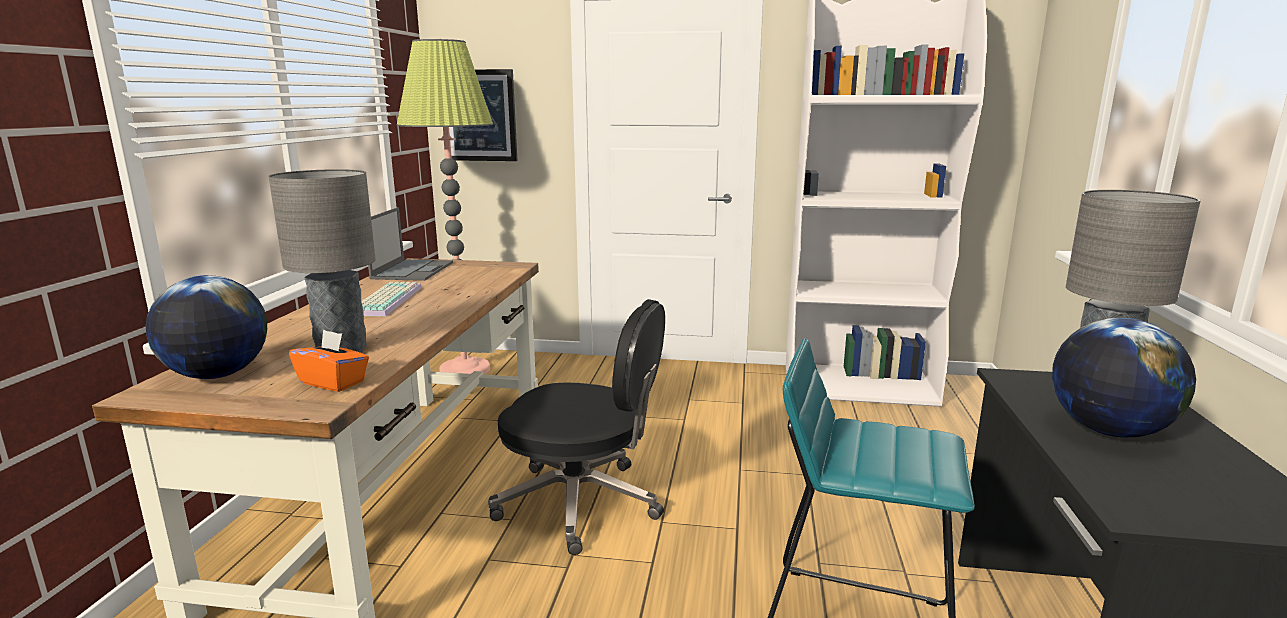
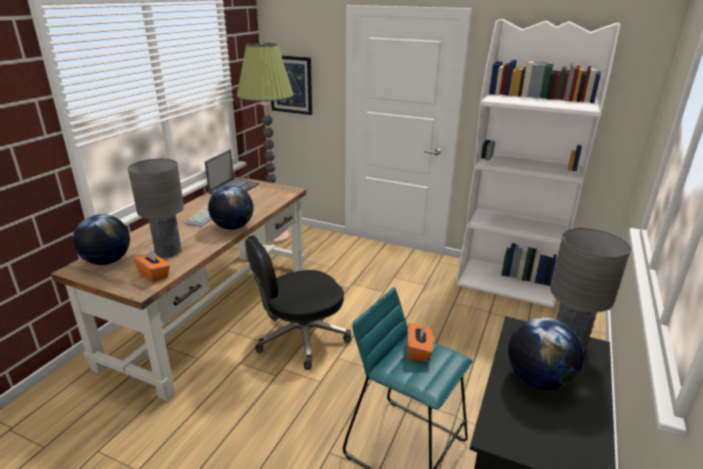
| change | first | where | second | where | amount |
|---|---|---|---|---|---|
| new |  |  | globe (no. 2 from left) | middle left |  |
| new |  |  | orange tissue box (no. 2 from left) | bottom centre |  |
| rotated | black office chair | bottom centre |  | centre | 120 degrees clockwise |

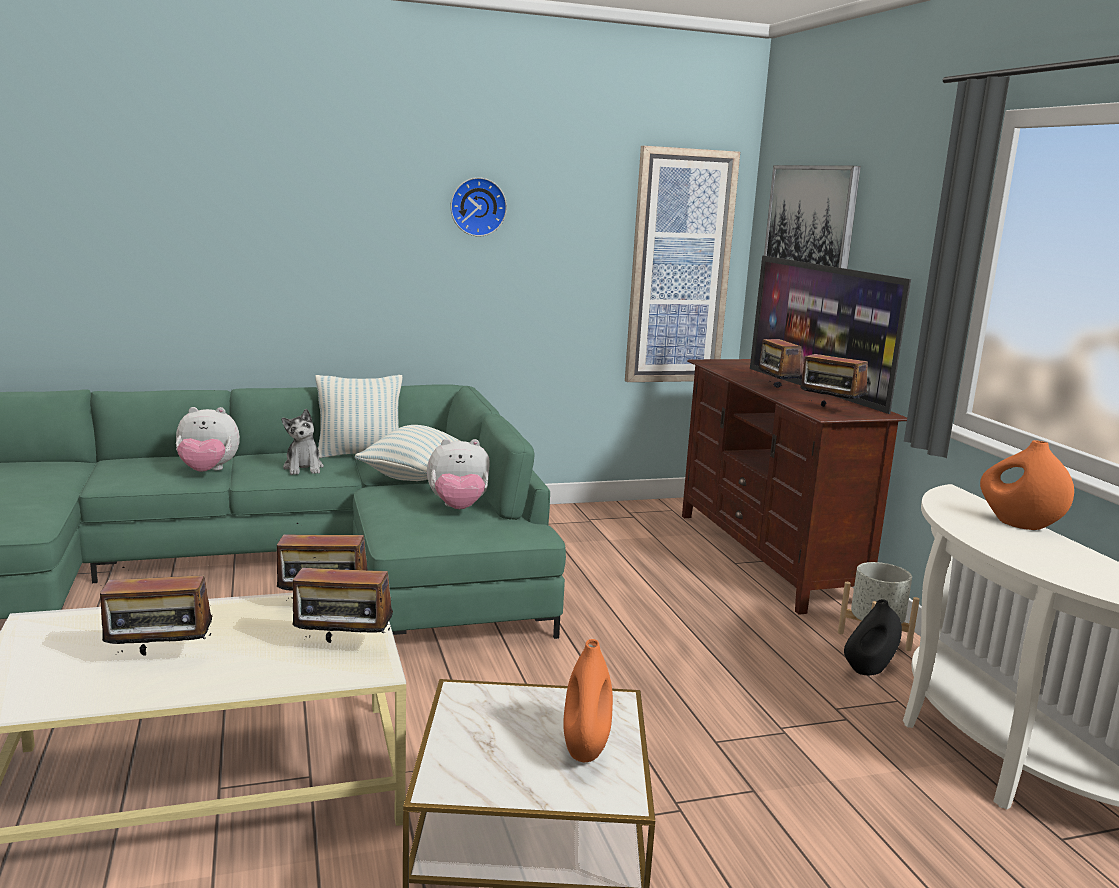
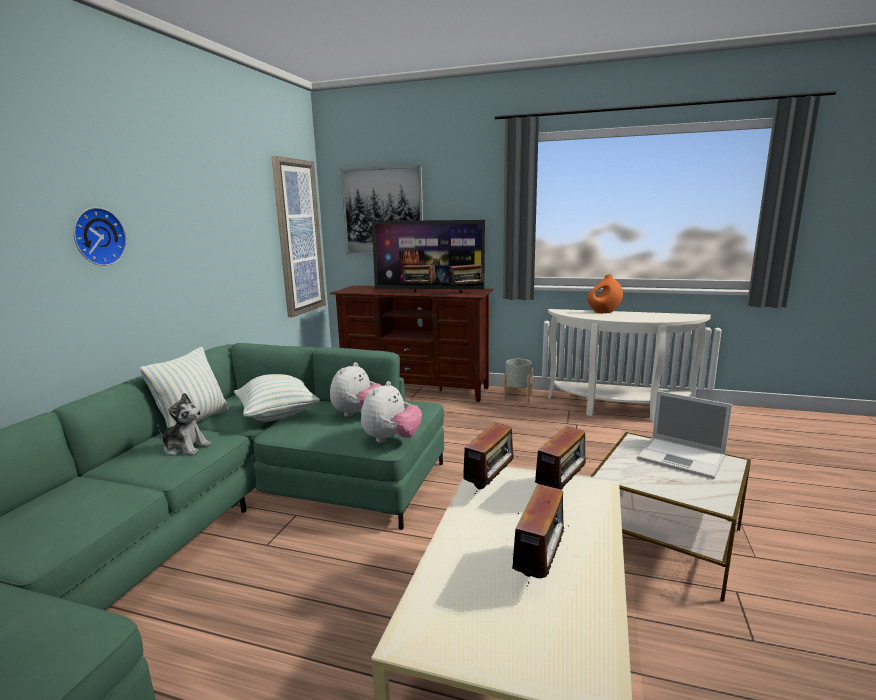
| change | first | where | second | where | amount |
|---|---|---|---|---|---|
| gone | black vase | bottom right |  |  |  |
| shifted | plush toy (no. 1 from left in the first image) | middle left | plush toy (no. 3 from left) | centre |  |
| shifted | wall clock | top centre |  | middle left |  |
| swapped | orange vase (no. 1 from left) | bottom centre | laptop | middle right |  |

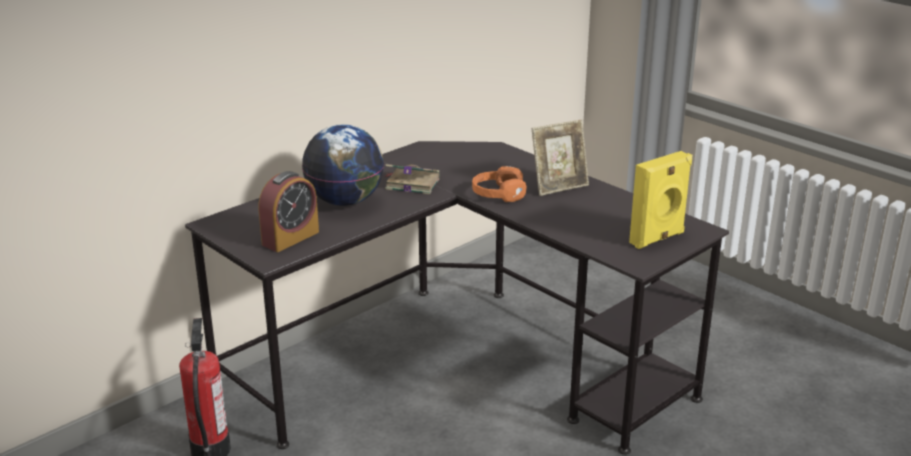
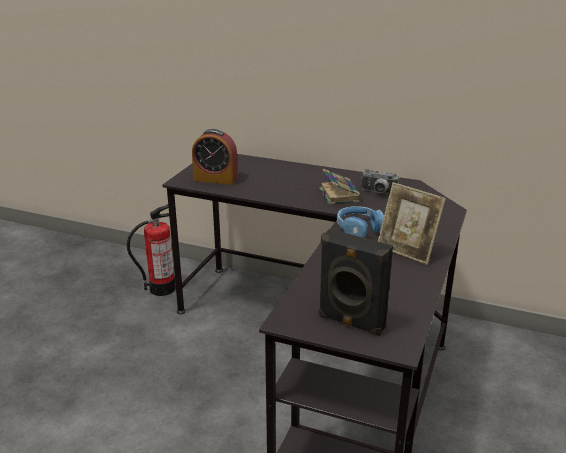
| change | first | where | second | where | amount |
|---|---|---|---|---|---|
| gone | globe | centre |  |  |  |
| new |  |  | photo camera | middle right |  |
| repainted | orange headphones | centre | blue headphones | centre |  |
| repainted | yellow speaker | middle right | black speaker | centre |  |

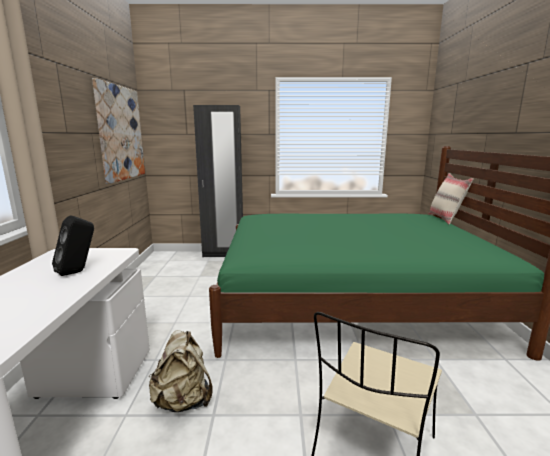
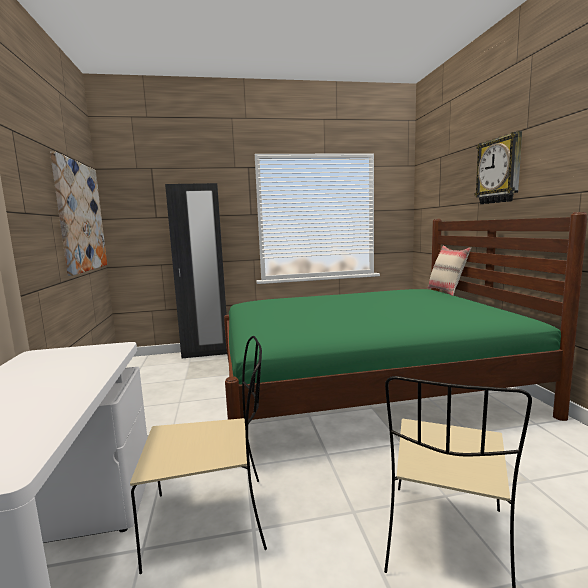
| change | first | where | second | where | amount |
|---|---|---|---|---|---|
| gone | black speaker | middle left |  |  |  |
| new |  |  | wall clock | top right |  |
| swapped | beige backpack | bottom left | beige chair (no. 1 from left) | bottom centre |  |

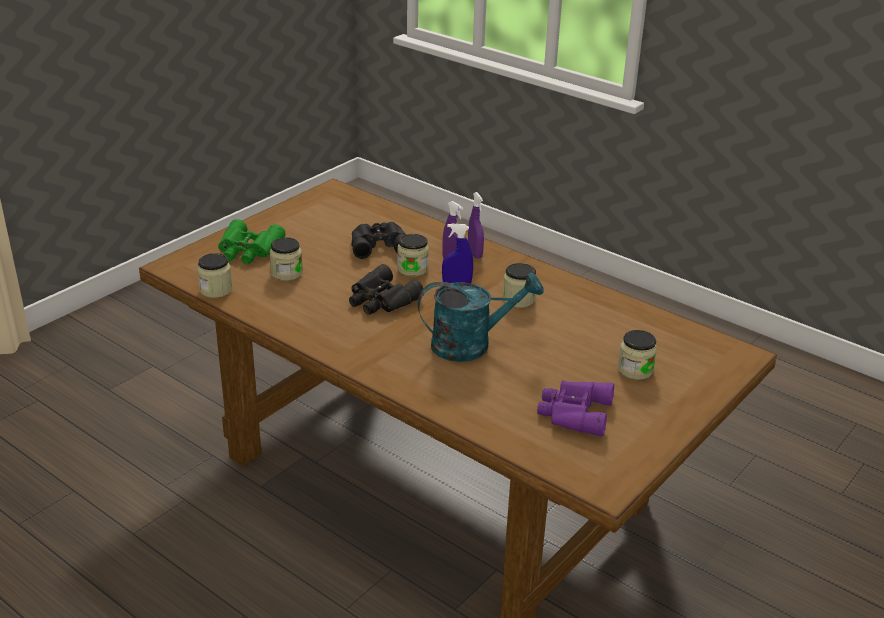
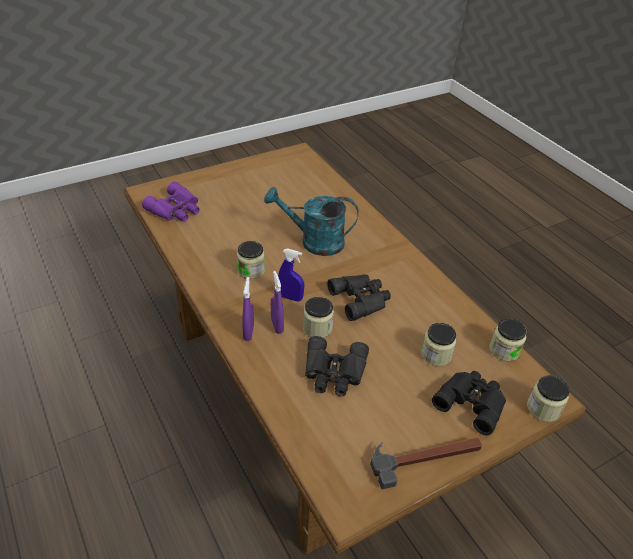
| change | first | where | second | where | amount |
|---|---|---|---|---|---|
| new |  |  | hammer | bottom right |  |
| shifted | purple binoculars | centre |  | middle left |  |
| shifted | jar (no. 5 from left) | middle right |  | bottom right |  |
| repainted | green binoculars | middle left | black binoculars (no. 3 from left) | bottom right |  |

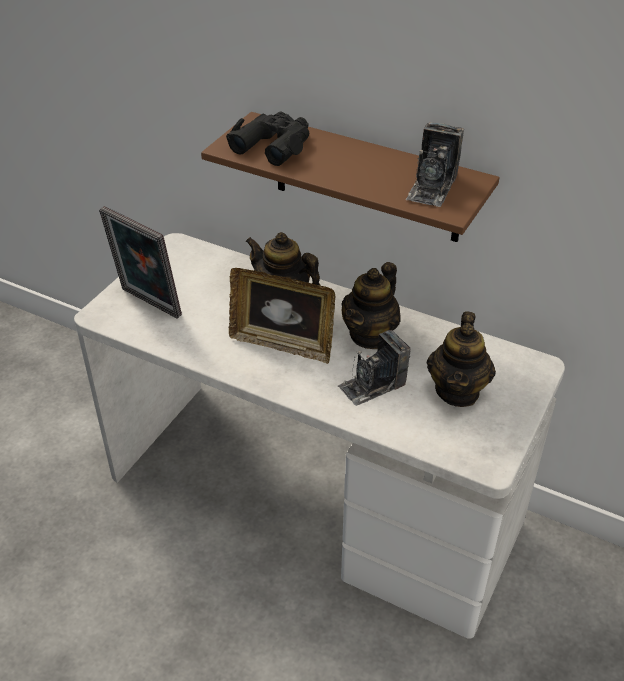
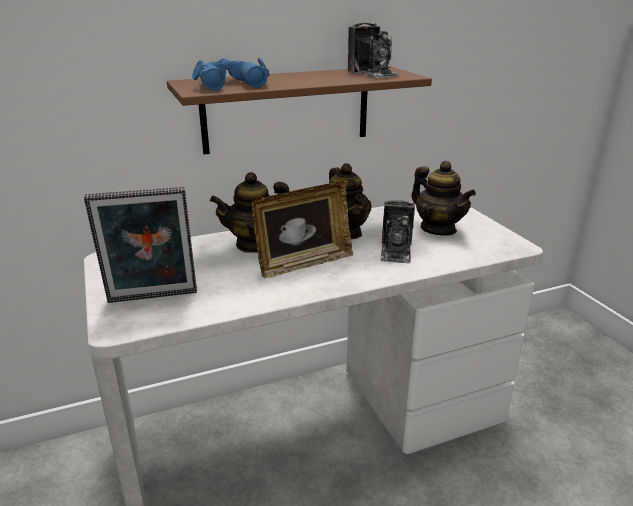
| change | first | where | second | where | amount |
|---|---|---|---|---|---|
| repainted | black binoculars | top centre | blue binoculars | top centre |  |

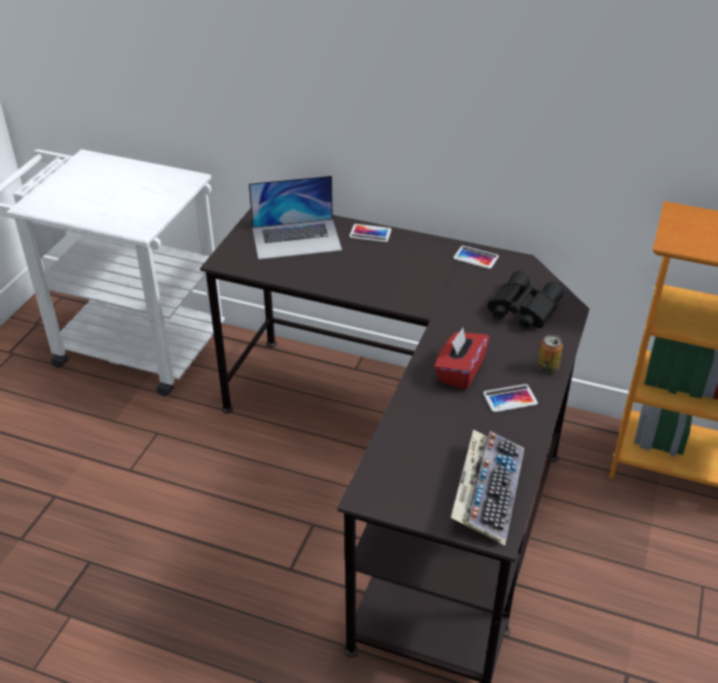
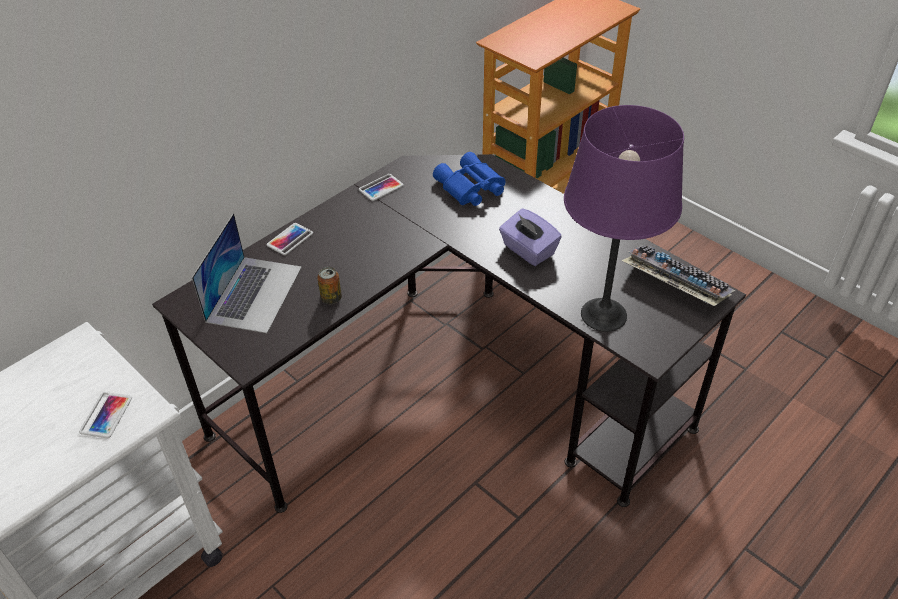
| change | first | where | second | where | amount |
|---|---|---|---|---|---|
| new |  |  | purple table lamp | middle right |  |
| shifted | phone (no. 3 from left in the first image) | middle right | phone (no. 1 from left) | bottom left |  |
| shifted | can | middle right |  | centre |  |
| repainted | red tissue box | centre | purple tissue box | centre |  |
| repainted | black binoculars | middle right | blue binoculars | top centre |  |

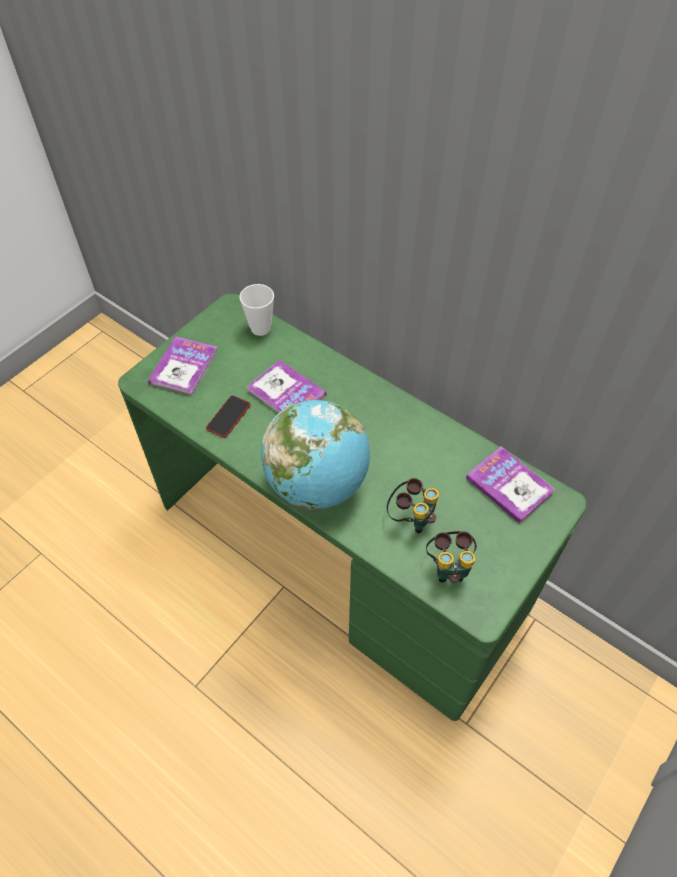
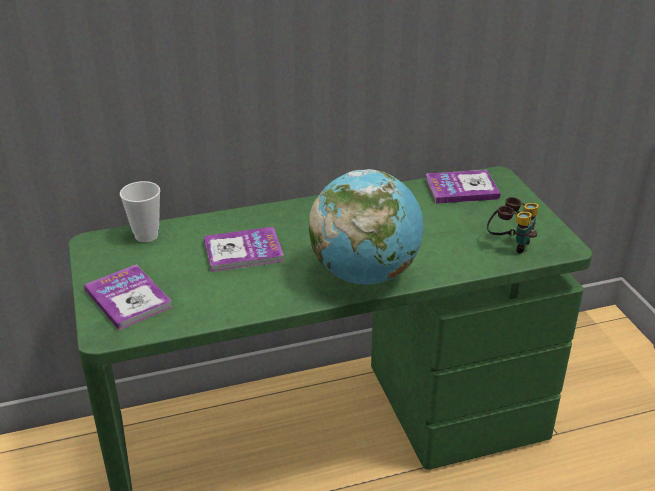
| change | first | where | second | where | amount |
|---|---|---|---|---|---|
| gone | phone | centre |  |  |  |
| gone | binoculars (no. 1 from left) | centre |  |  |  |

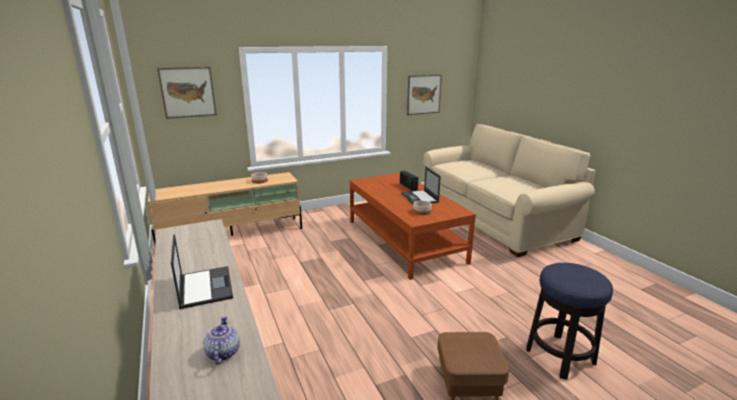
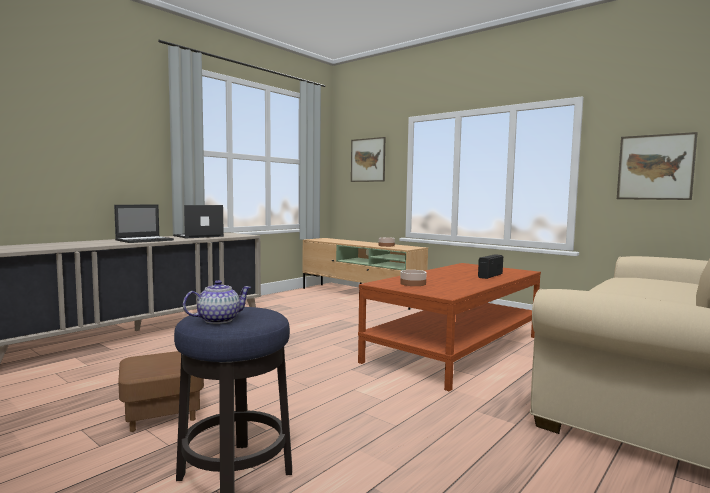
| change | first | where | second | where | amount |
|---|---|---|---|---|---|
| shifted | teapot | bottom left |  | middle left |  |
| shifted | laptop (no. 2 from left) | centre |  | middle left |  |

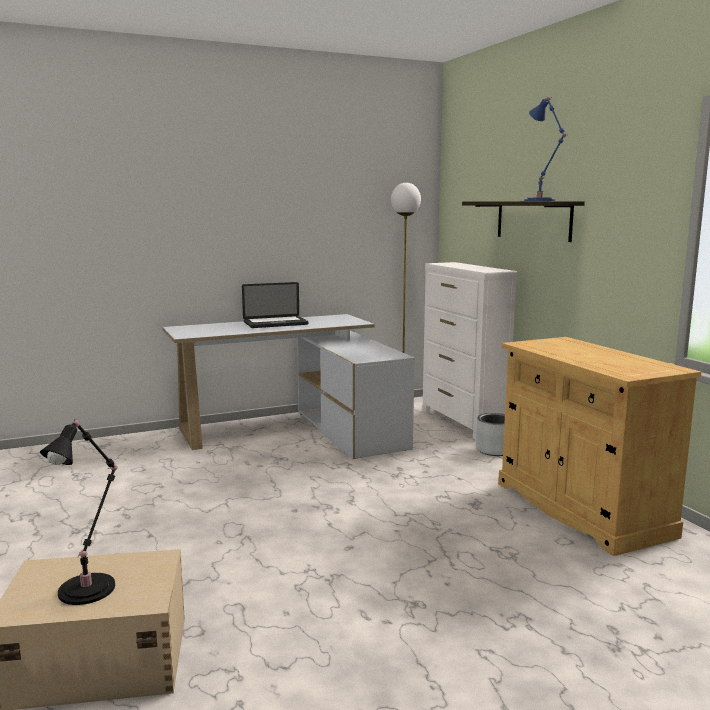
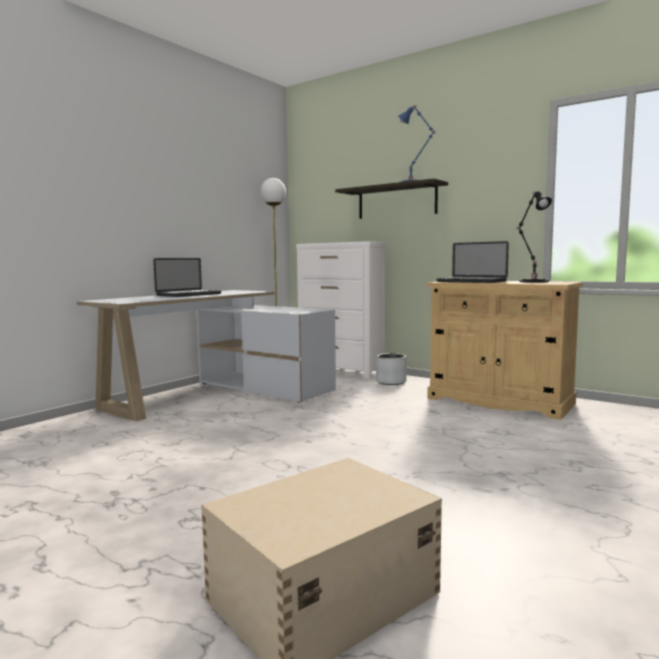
| change | first | where | second | where | amount |
|---|---|---|---|---|---|
| new |  |  | laptop (no. 2 from left) | middle right |  |
| shifted | black table lamp | bottom left |  | middle right |  |

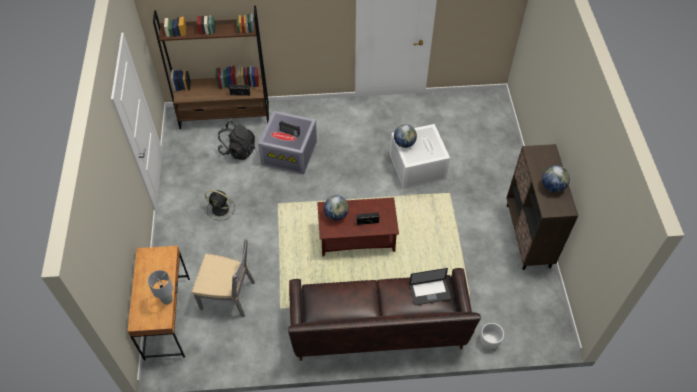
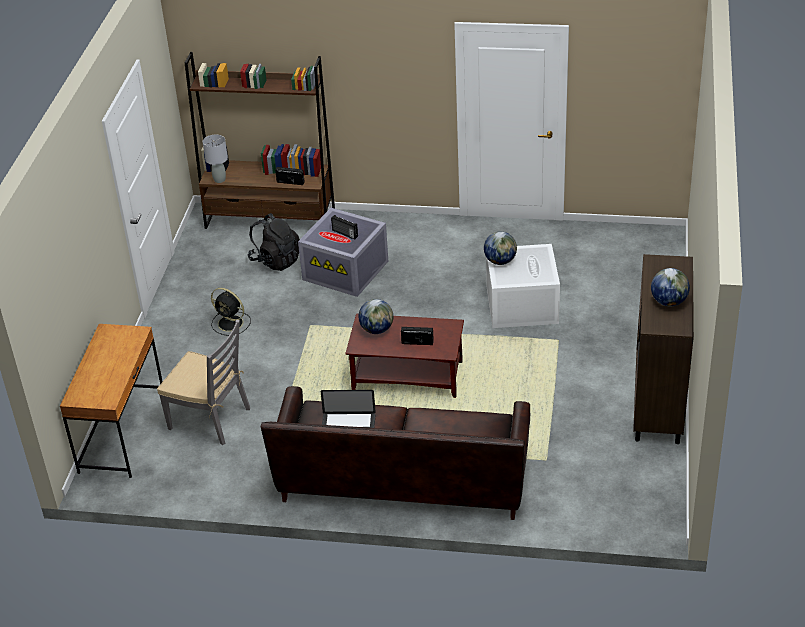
| change | first | where | second | where | amount |
|---|---|---|---|---|---|
| gone | white planter | bottom right |  |  |  |
| shifted | grey table lamp | bottom left |  | top left |  |
| shifted | laptop | bottom centre |  | centre |  |

